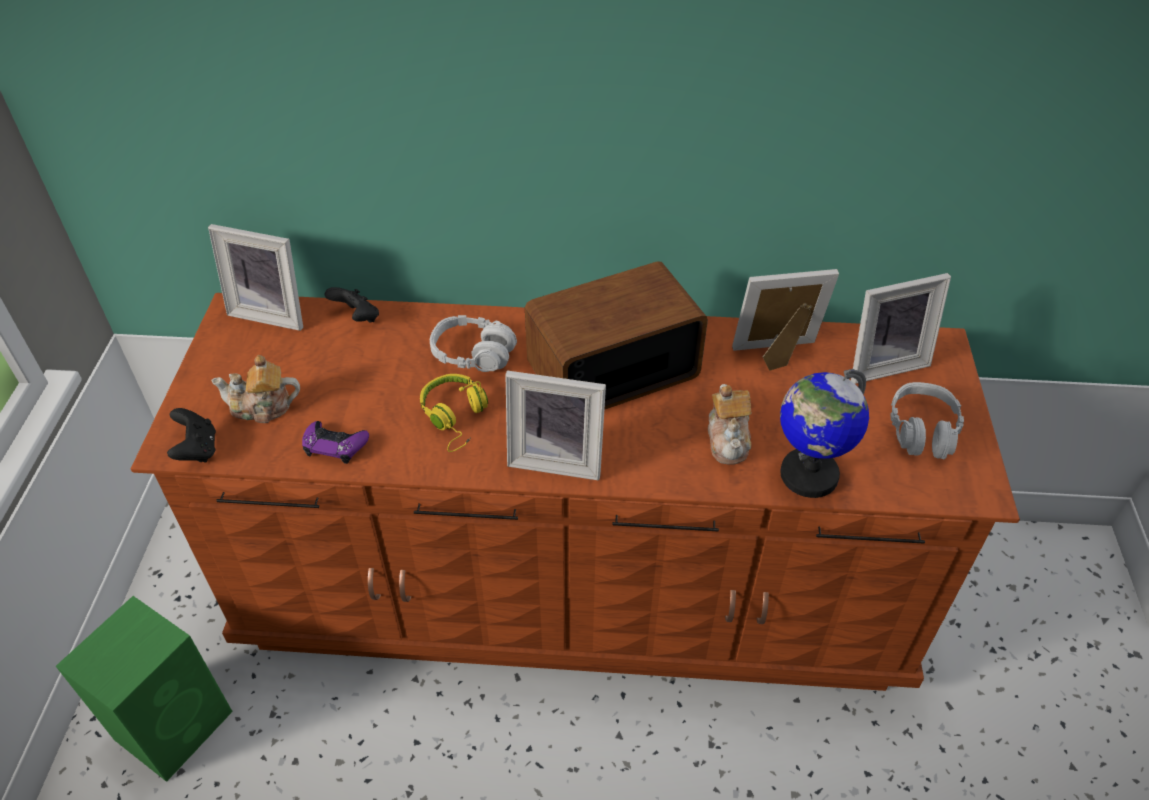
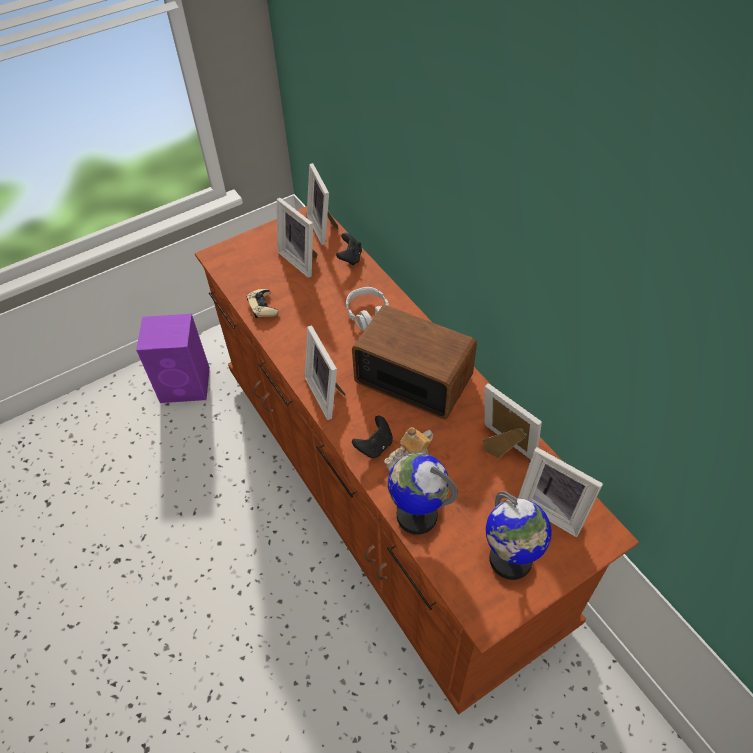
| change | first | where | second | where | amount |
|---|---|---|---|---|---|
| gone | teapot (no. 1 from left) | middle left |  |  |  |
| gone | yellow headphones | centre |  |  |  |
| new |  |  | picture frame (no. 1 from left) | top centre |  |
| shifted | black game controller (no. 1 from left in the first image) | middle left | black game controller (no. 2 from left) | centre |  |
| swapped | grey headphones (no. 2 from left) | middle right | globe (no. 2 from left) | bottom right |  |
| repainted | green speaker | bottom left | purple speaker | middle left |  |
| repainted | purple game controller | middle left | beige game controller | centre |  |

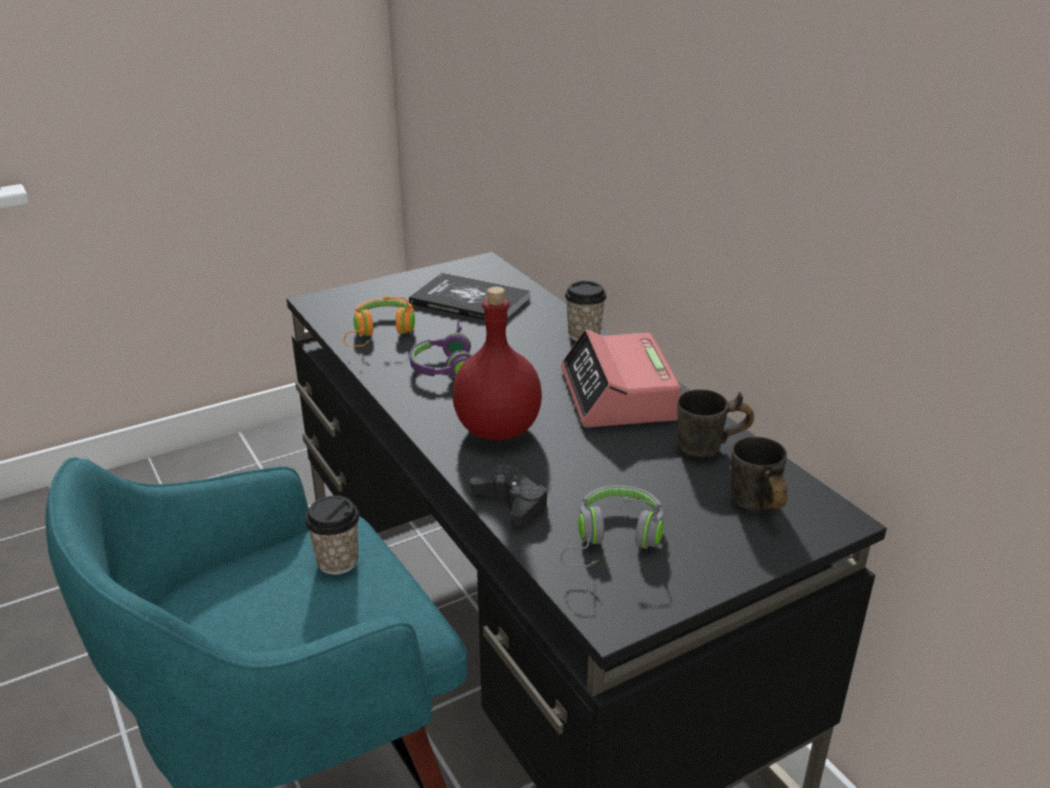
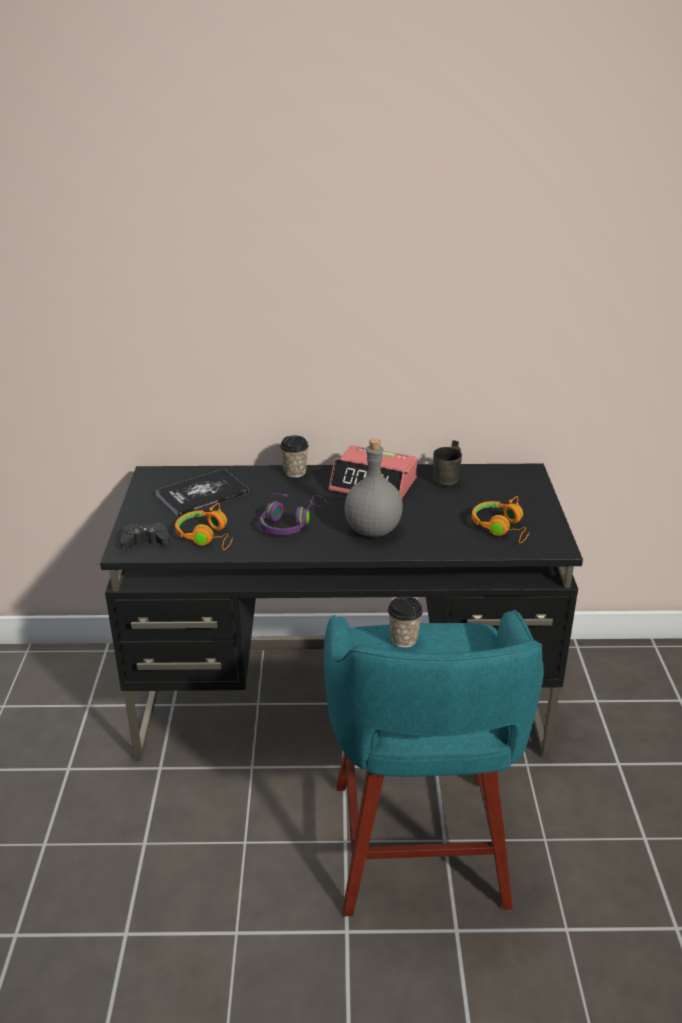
| change | first | where | second | where | amount |
|---|---|---|---|---|---|
| gone | grey mug (no. 2 from left) | middle right |  |  |  |
| shifted | black game controller | centre |  | middle left |  |
| repainted | red bottle | centre | grey bottle | centre |  |
| repainted | grey headphones | bottom centre | orange headphones (no. 2 from left) | middle right |  |

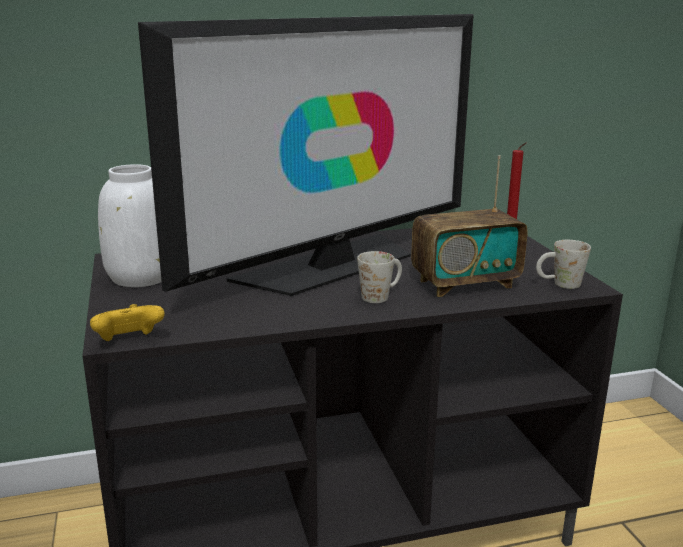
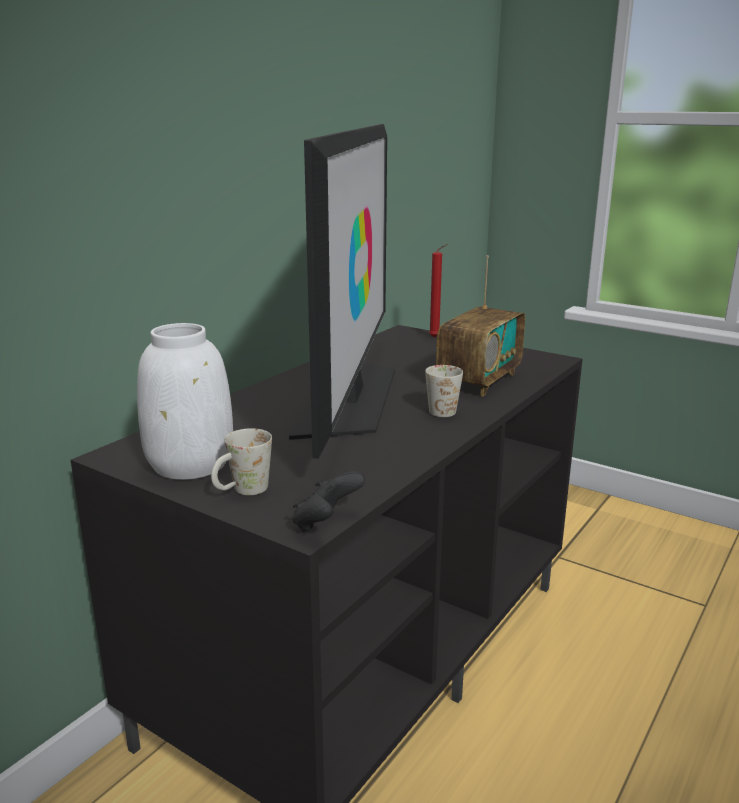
| change | first | where | second | where | amount |
|---|---|---|---|---|---|
| shifted | white mug (no. 2 from left in the first image) | middle right | white mug (no. 1 from left) | middle left |  |
| repainted | yellow game controller | middle left | black game controller | centre |  |

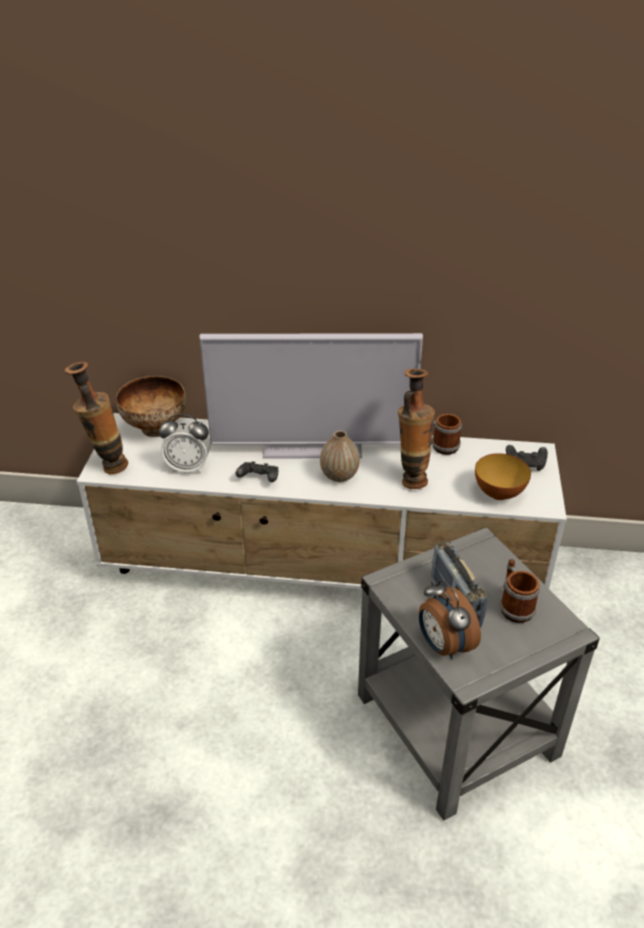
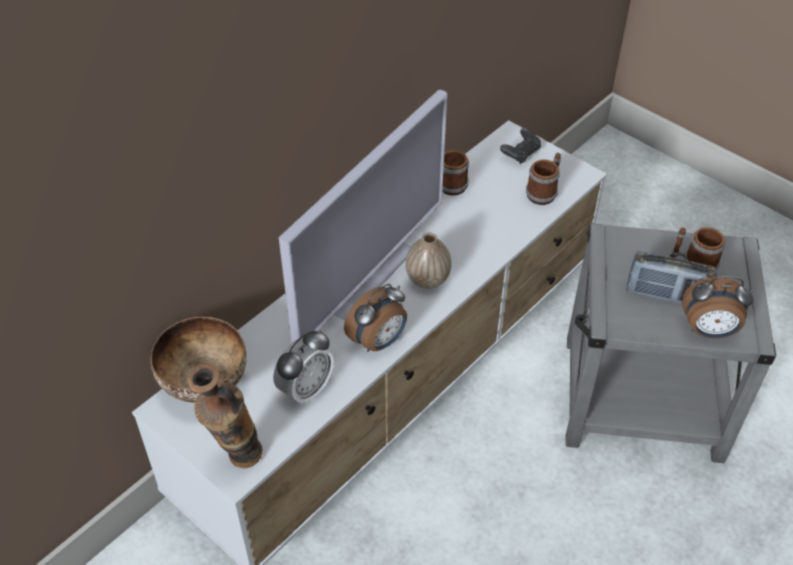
| change | first | where | second | where | amount |
|---|---|---|---|---|---|
| gone | vase (no. 3 from left) | centre |  |  |  |
| swapped | black game controller (no. 1 from left) | centre | alarm clock (no. 2 from left) | centre |  |
| swapped | bowl (no. 2 from left) | middle right | mug (no. 2 from left) | top right |  |

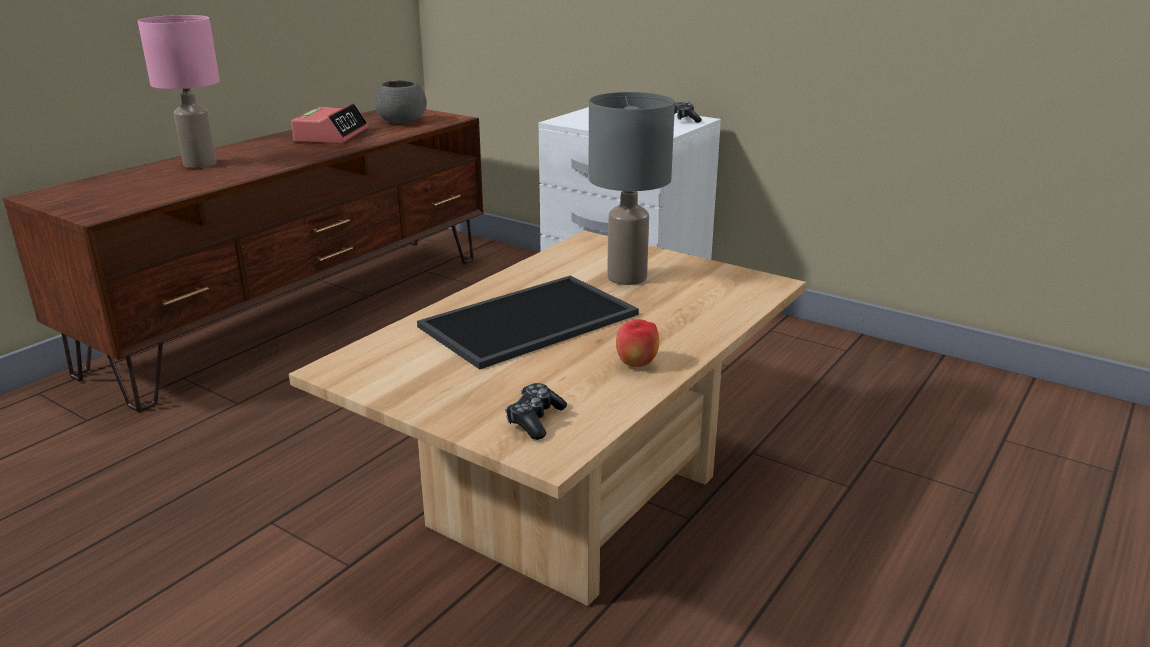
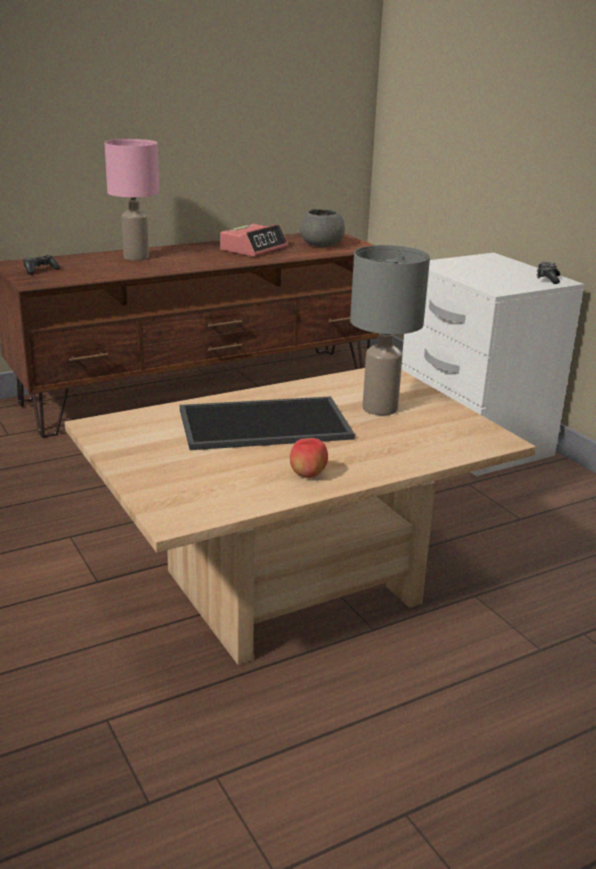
| change | first | where | second | where | amount |
|---|---|---|---|---|---|
| shifted | game controller (no. 1 from left) | centre |  | top left |  |

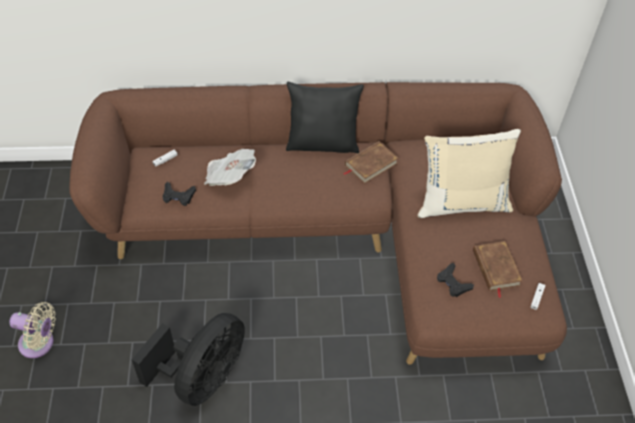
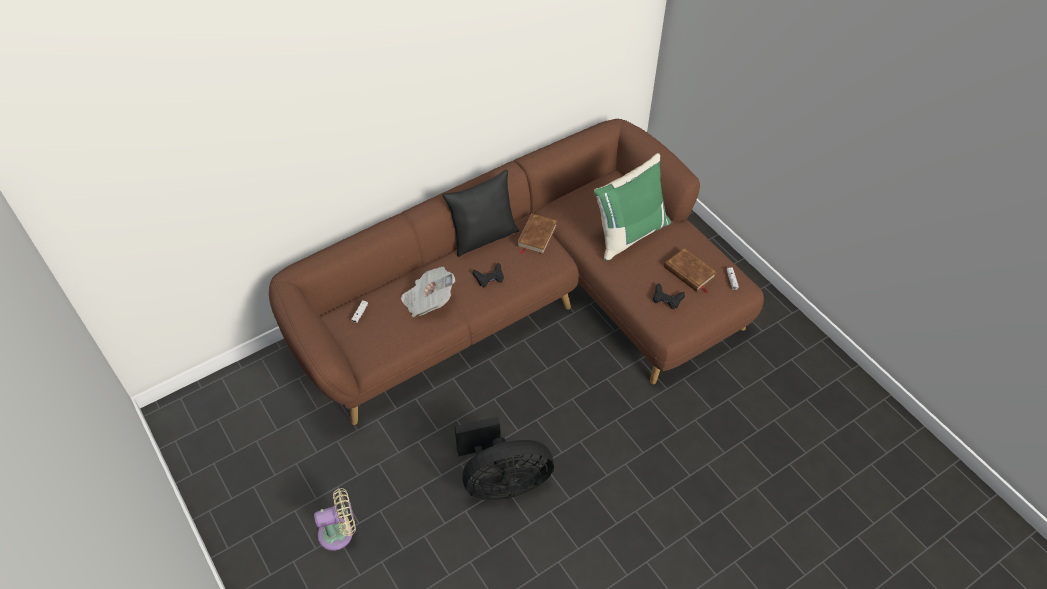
| change | first | where | second | where | amount |
|---|---|---|---|---|---|
| shifted | black game controller (no. 1 from left) | middle left |  | centre |  |
| repainted | beige pillow | middle right | green pillow | centre |  |
| rotated | black fan | bottom left |  | bottom centre | 75 degrees clockwise |

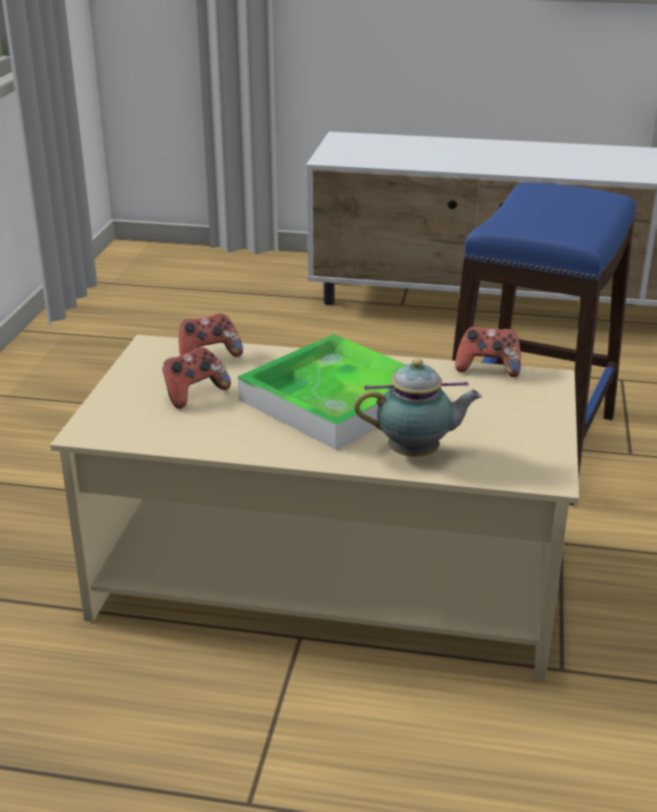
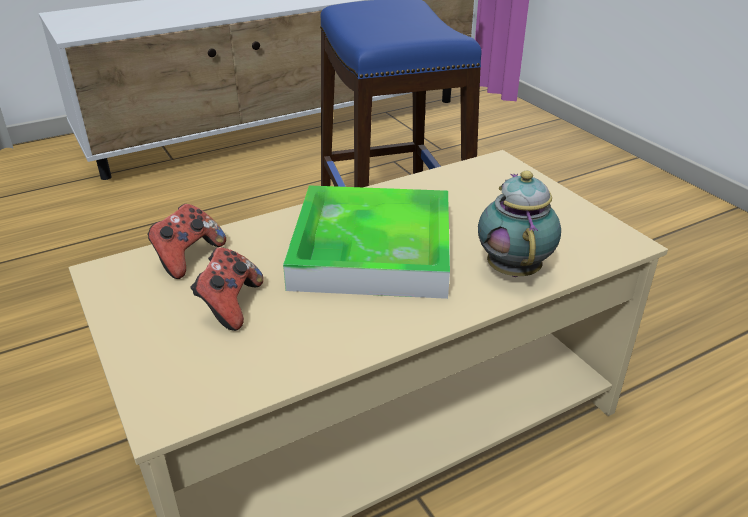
| change | first | where | second | where | amount |
|---|---|---|---|---|---|
| gone | game controller (no. 3 from left) | middle right |  |  |  |
| rotated | teapot | centre |  | middle right | 45 degrees counterclockwise |

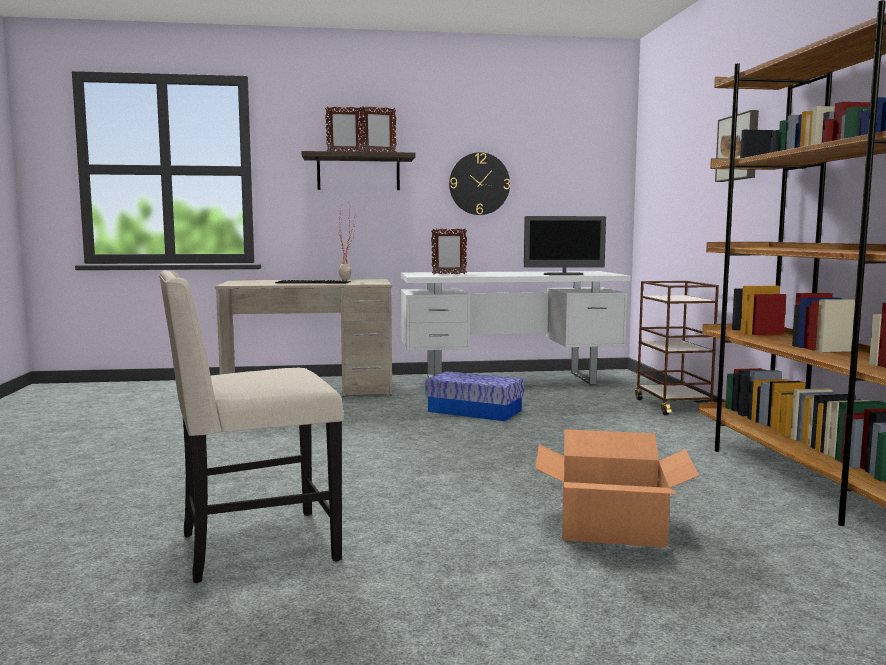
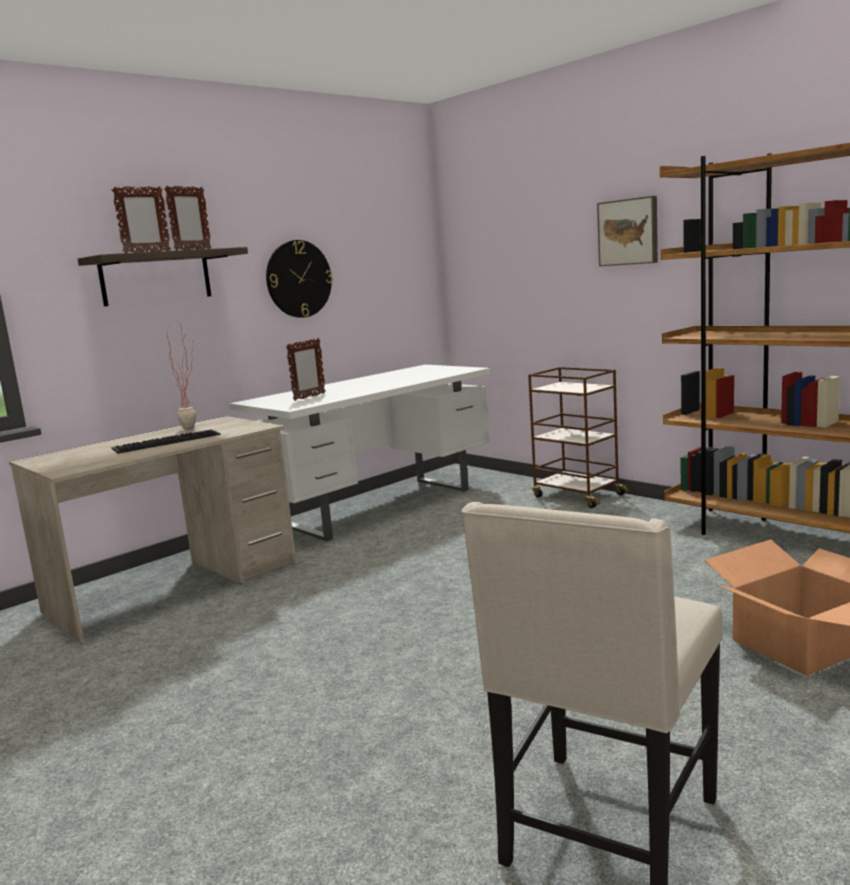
| change | first | where | second | where | amount |
|---|---|---|---|---|---|
| gone | storage box | centre |  |  |  |
| gone | monitor | centre |  |  |  |

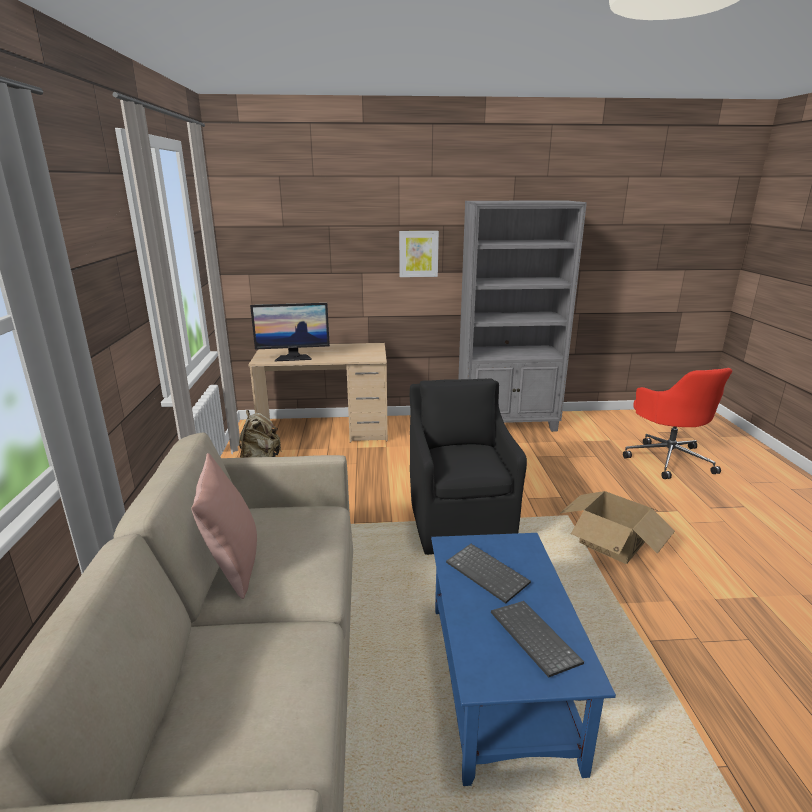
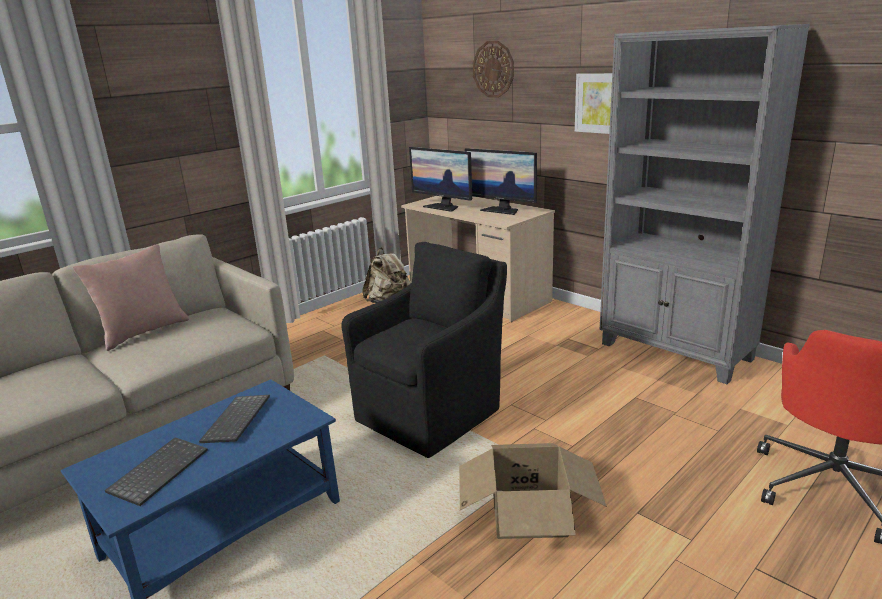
| change | first | where | second | where | amount |
|---|---|---|---|---|---|
| new |  |  | monitor (no. 2 from left) | top centre |  |
| new |  |  | wall clock | top centre |  |

